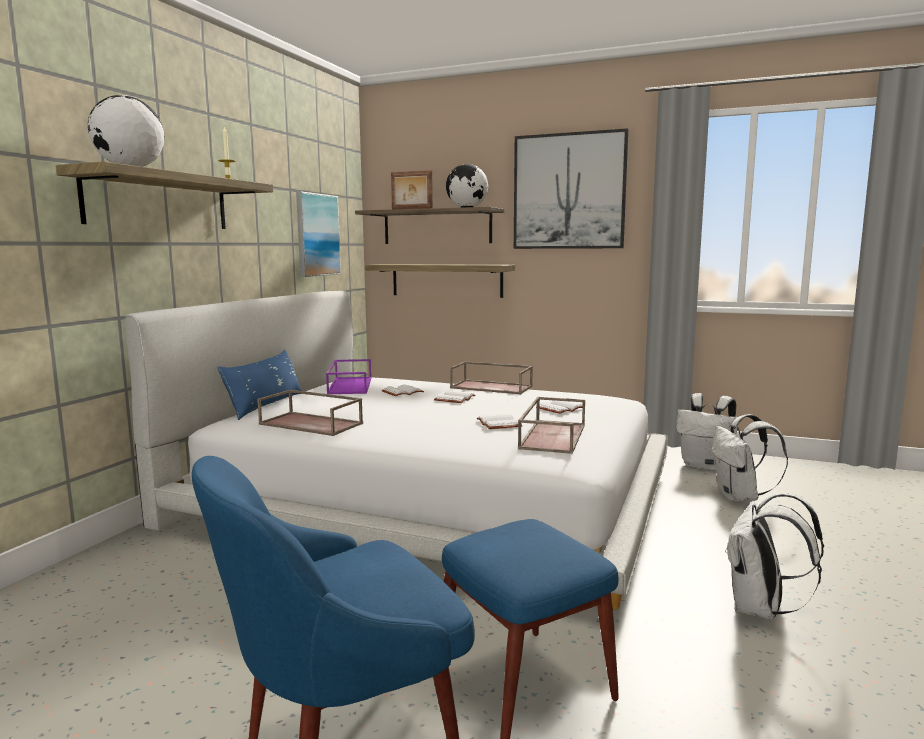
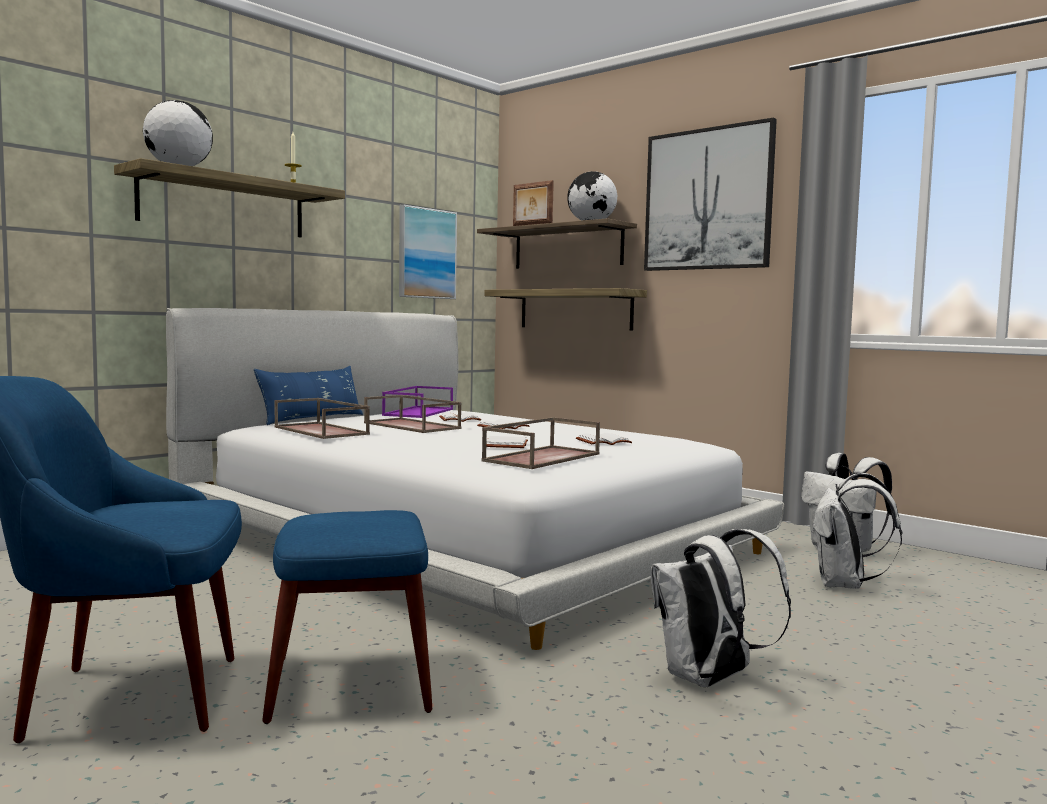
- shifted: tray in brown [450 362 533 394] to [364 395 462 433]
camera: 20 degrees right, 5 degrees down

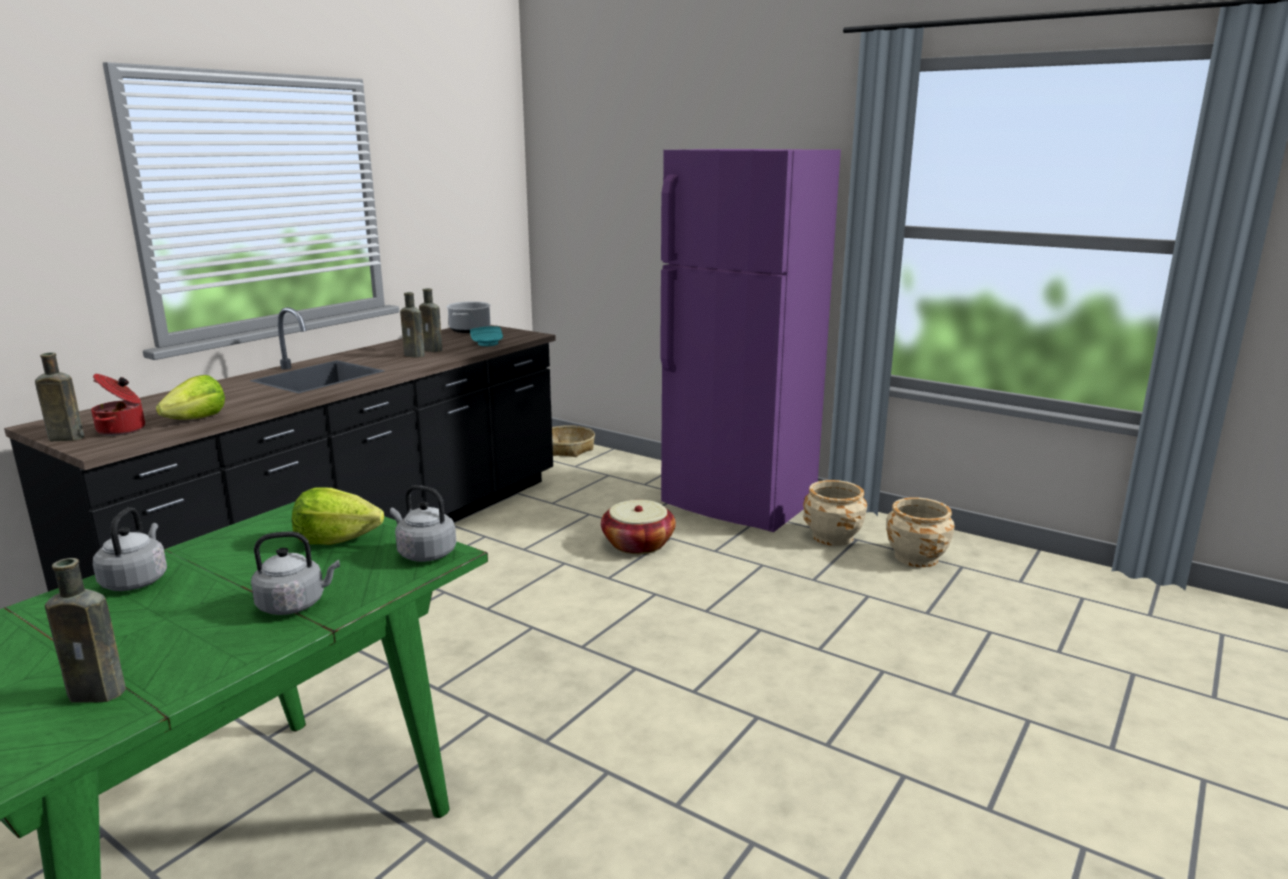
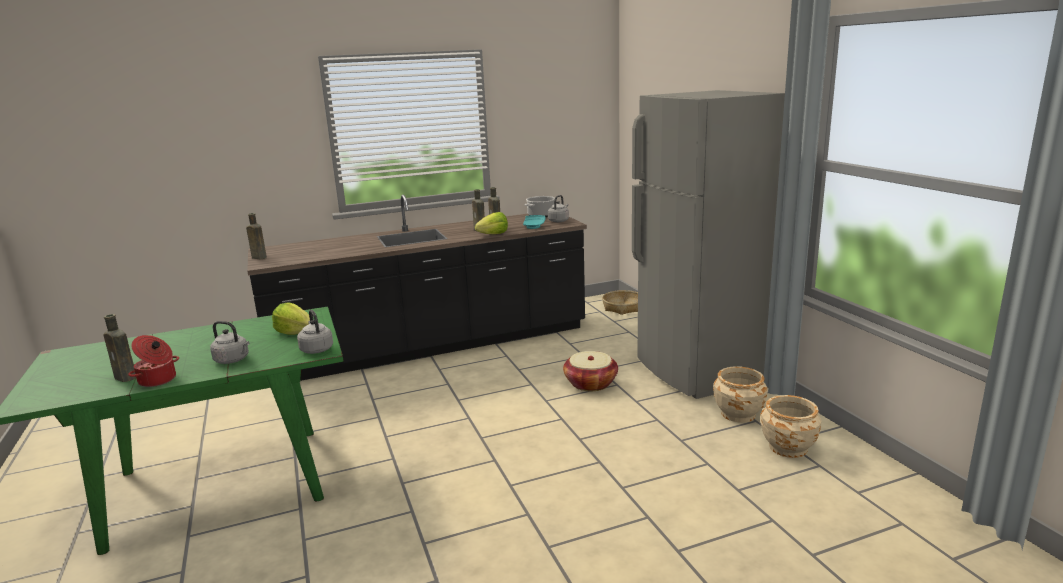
- repainted: fridge in purple [660 149 841 532] to fridge in grey [632 90 785 399]
- shifted: cooking pot [91 374 145 436] to [128 335 179 387]
- shifted: lettuce [156 375 225 420] to [475 212 508 234]
- shifted: kettle in grey [93 508 167 591] to [548 195 569 222]
camera: 35 degrees right, 0 degrees up

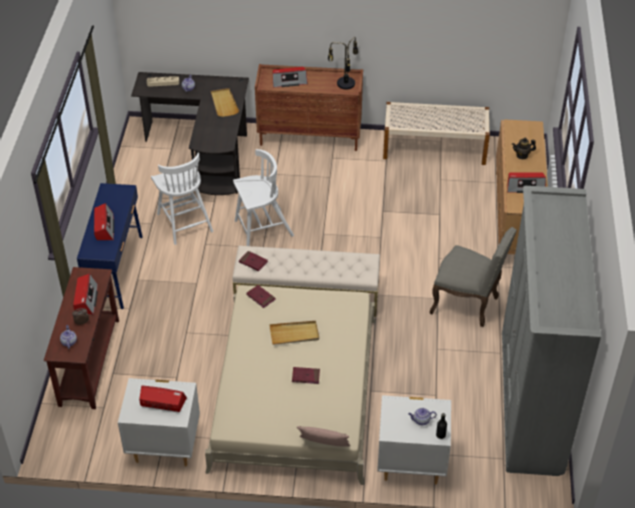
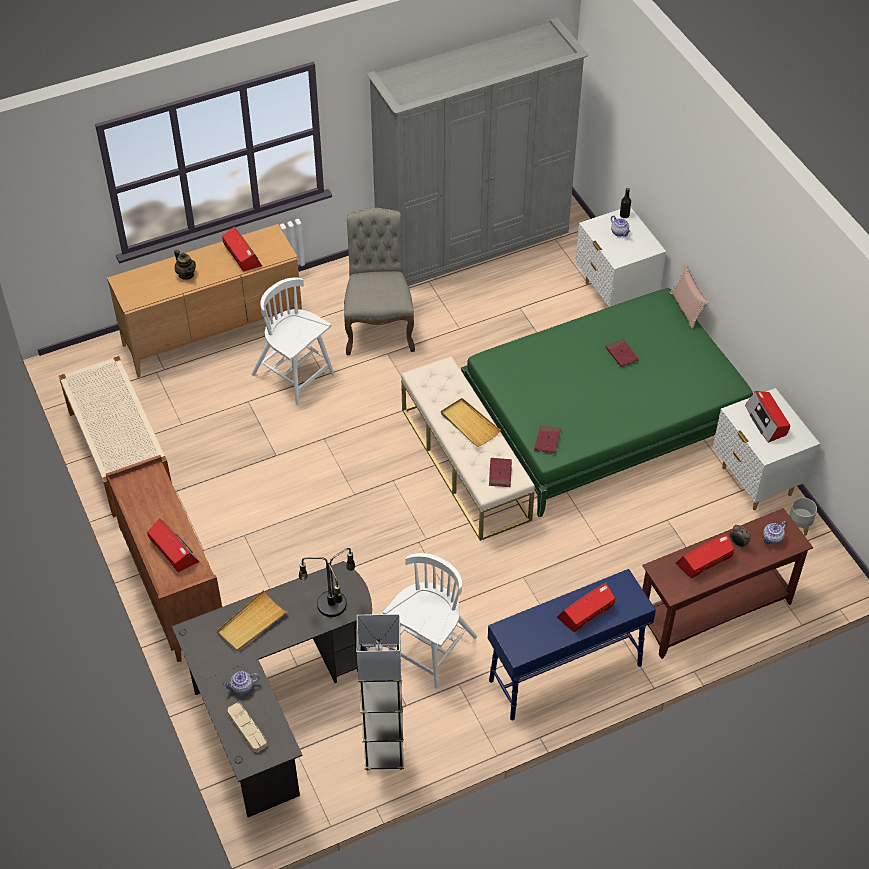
- shifted: table lamp [328 37 358 90] to [299 548 355 617]
- shifted: chair in white [233 149 294 246] to [251 277 335 406]
- repainted: bed in beige [205 285 375 485] to bed in green [461 288 753 517]
- shifted: tray in beige [269 321 319 345] to [441 398 501 447]
- new: planter in grey [789 497 817 536]
- new: floor lamp in grey [356 614 404 771]
camera: 120 degrees left, 5 degrees up

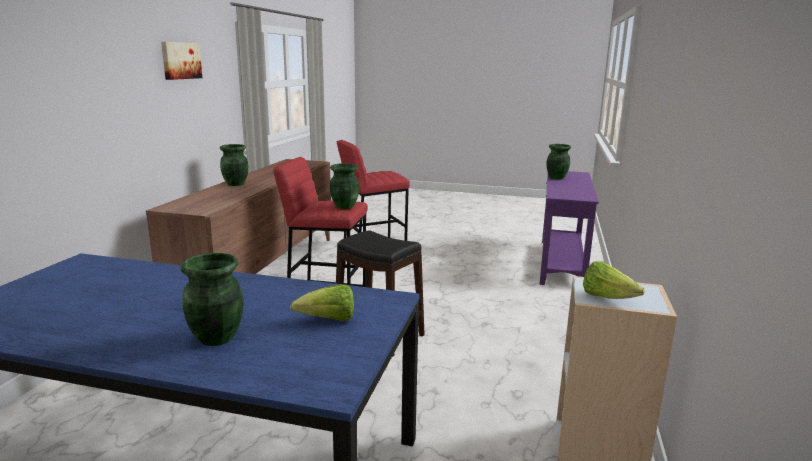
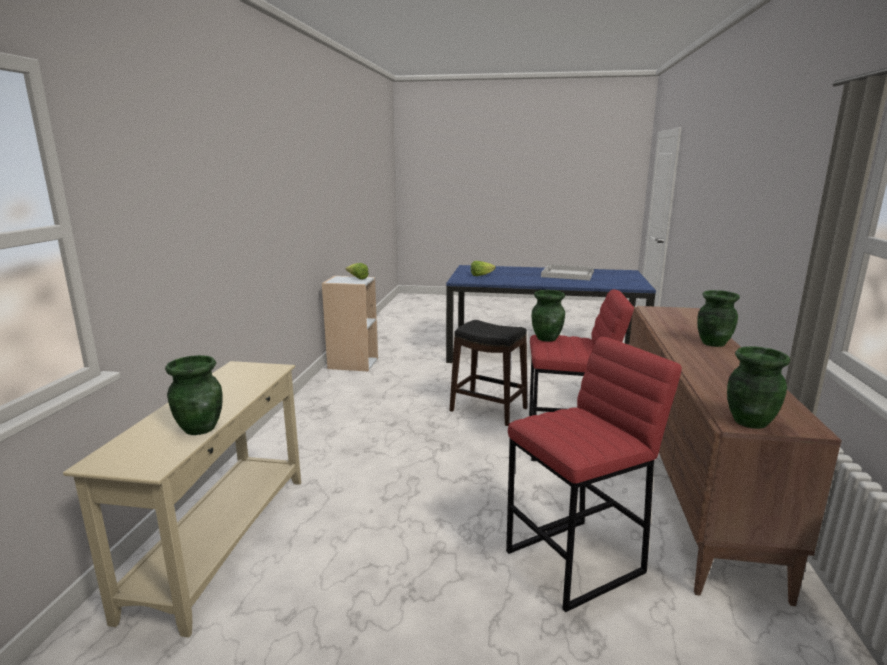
- gone: picture [161 42 202 80]
- repainted: console table in purple [540 171 599 285] to console table in beige [63 361 301 638]
- shifted: vase in green [181 253 244 346] to [727 346 790 429]
- new: tray in white [541 264 594 280]
camera: 175 degrees right, 0 degrees up

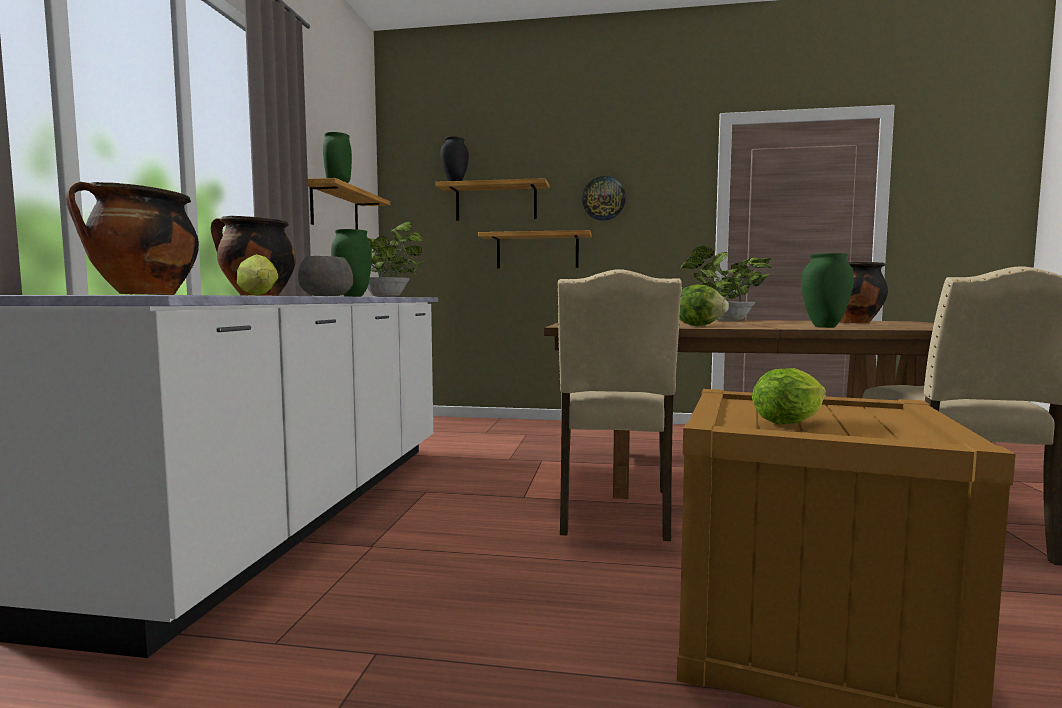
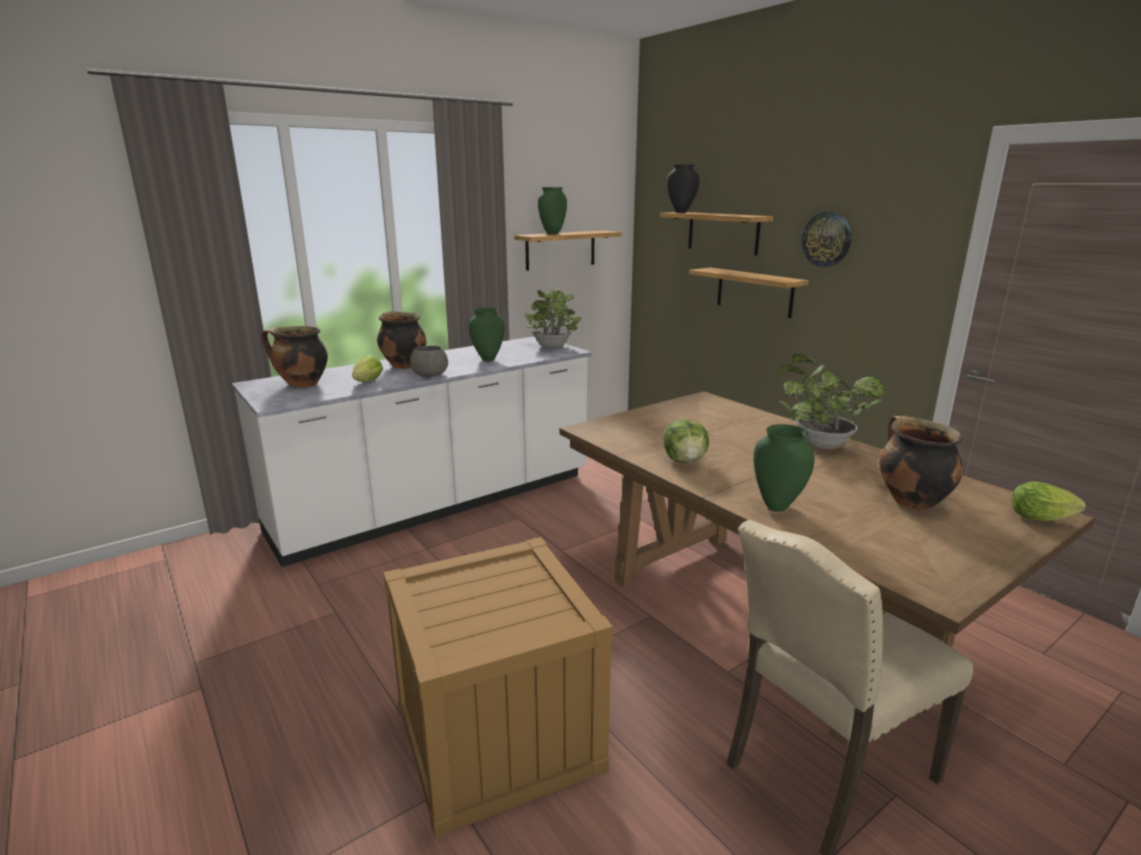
- gone: chair in beige [557 269 682 541]
- shifted: lettuce [752 368 826 424] to [1011 482 1086 521]
camera: 45 degrees right, 15 degrees up

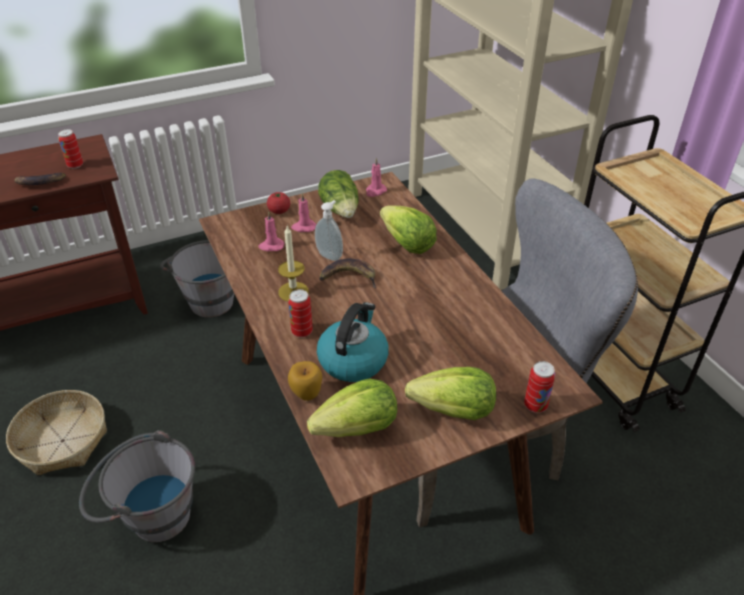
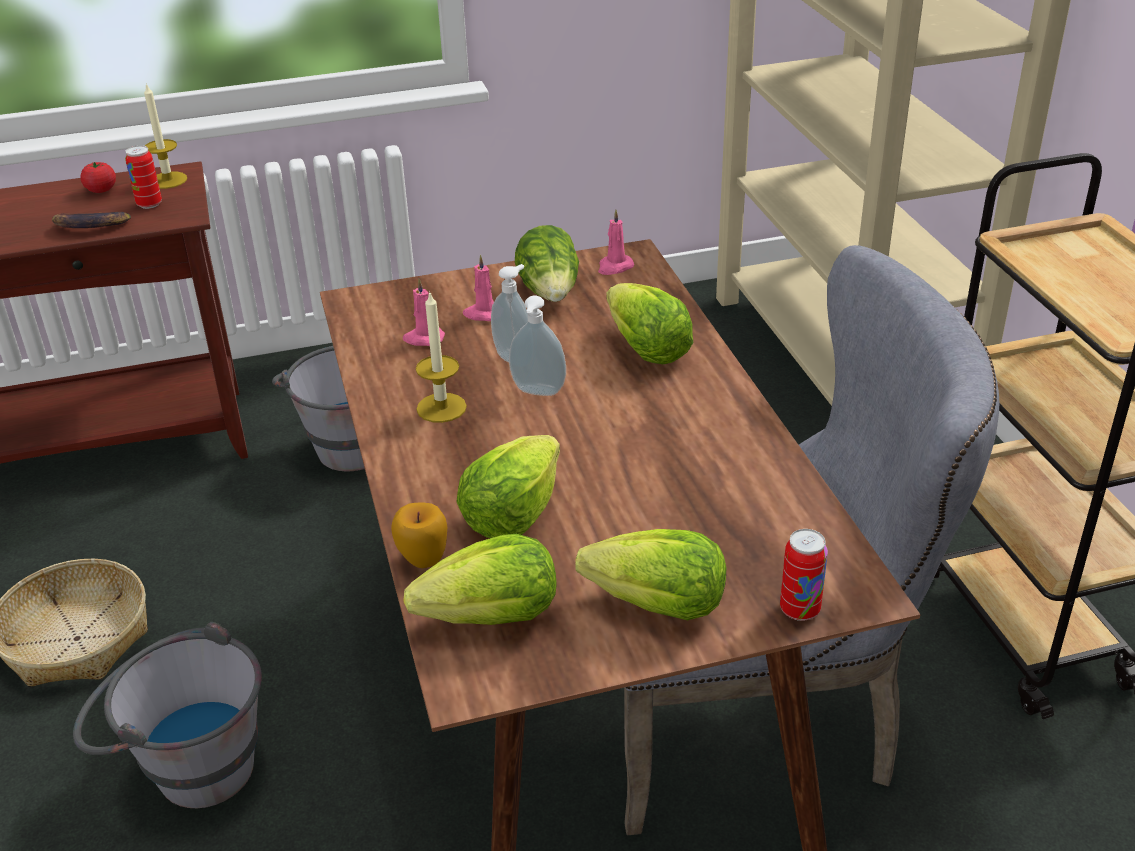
- shifted: tomato [267 192 290 214] to [80 162 116 193]
- swapped: banana [319 259 376 288] to soap dispenser [509 296 566 396]
- gone: can [288 289 313 338]
- swapped: kettle [317 302 389 382] to lettuce [457 435 560 538]
- new: candle [144 83 187 189]
camera: 10 degrees right, 5 degrees down

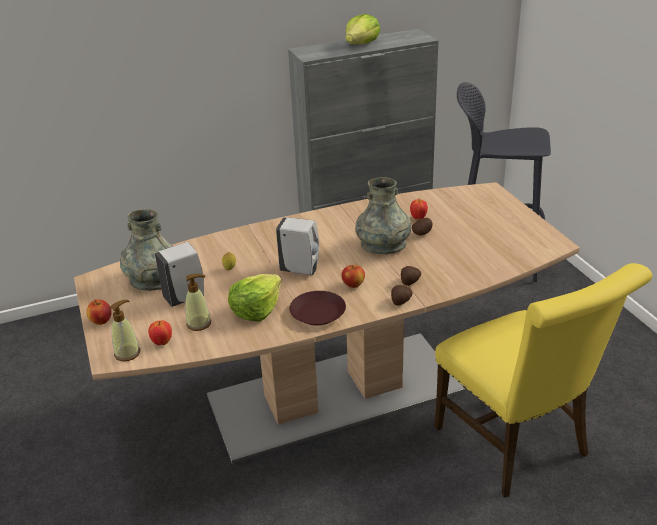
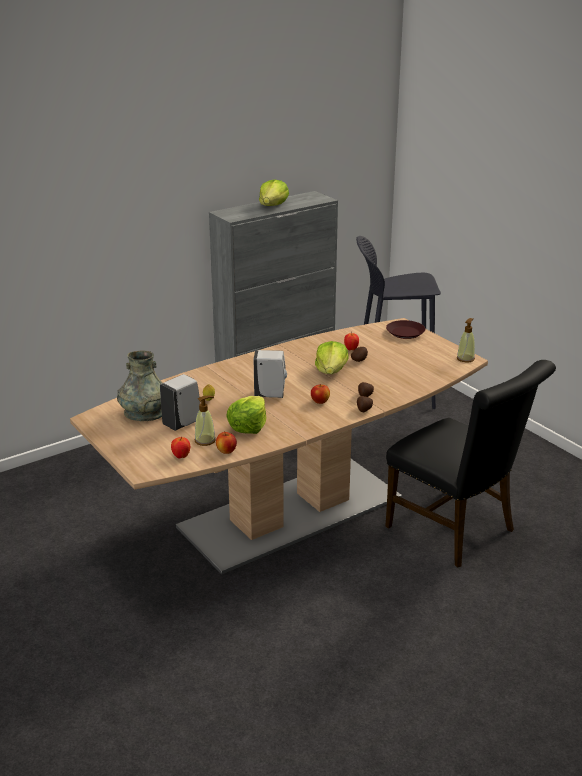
- swapped: vase in grey [355 177 411 254] to lettuce [315 341 349 374]
- repainted: chair in yellow [435 263 652 498] to chair in black [385 360 556 568]
- shifted: plate in brown [289 291 346 325] to [386 320 425 339]
- shifted: apple [86 300 112 325] to [216 431 237 454]
- shifted: soap dispenser [110 300 140 361] to [457 318 475 362]
camera: 15 degrees left, 5 degrees down

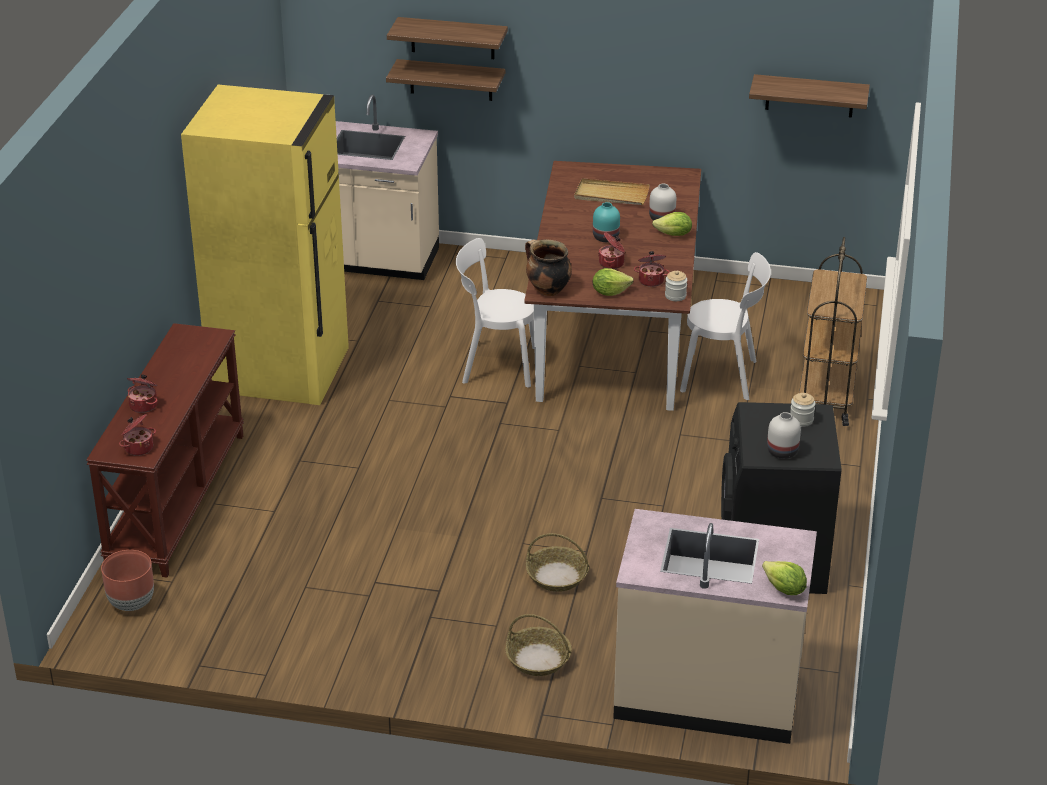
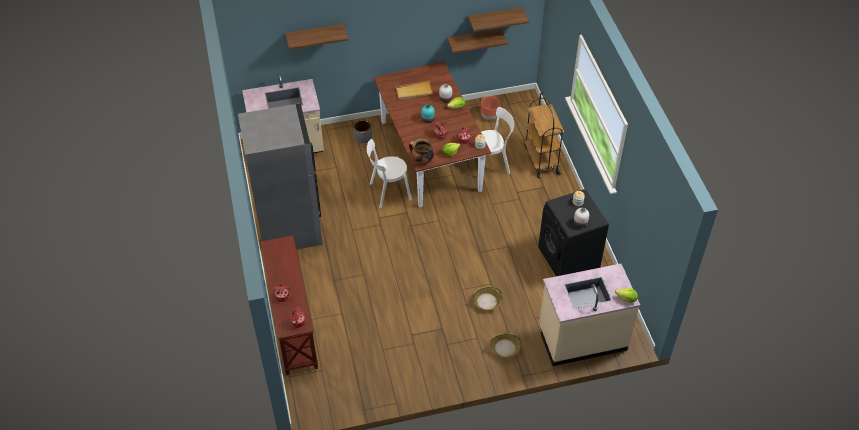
- shifted: shelf [386 59 505 101] to [447 29 508 54]
- repainted: fridge in yellow [181 85 349 405] to fridge in grey [238 103 323 250]
- shifted: planter in brown [101 550 154 611] to [481 96 500 120]
- new: planter in grey [353 119 372 143]
camera: 25 degrees left, 15 degrees up

